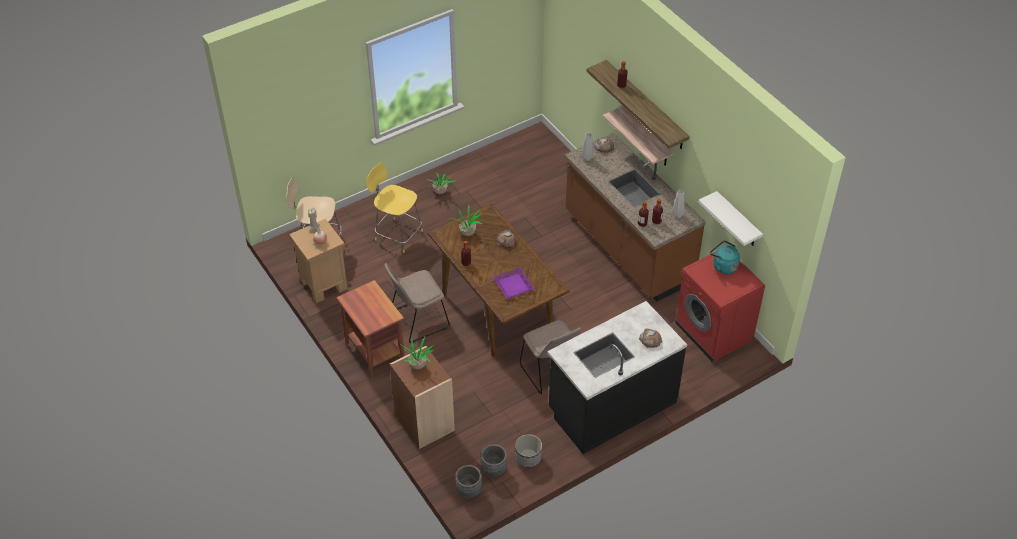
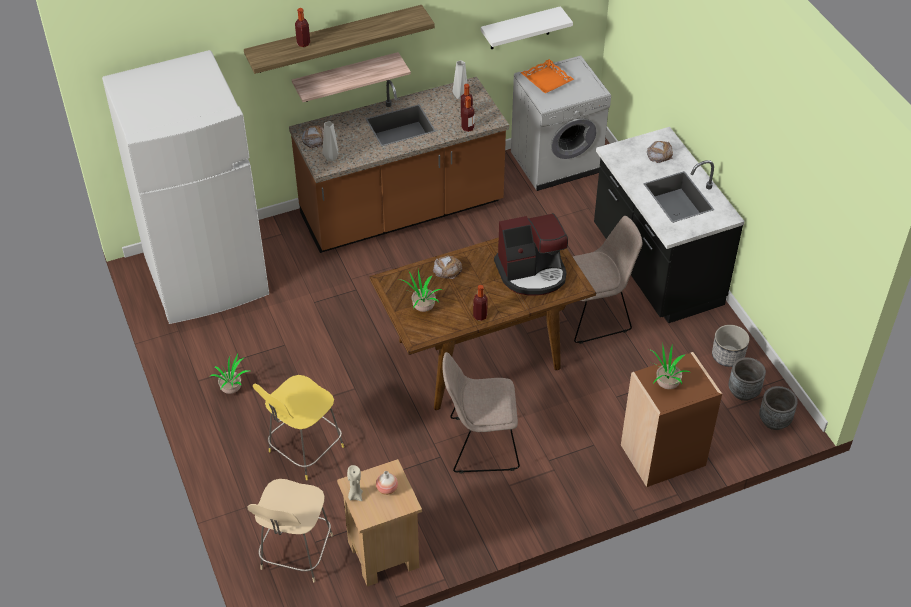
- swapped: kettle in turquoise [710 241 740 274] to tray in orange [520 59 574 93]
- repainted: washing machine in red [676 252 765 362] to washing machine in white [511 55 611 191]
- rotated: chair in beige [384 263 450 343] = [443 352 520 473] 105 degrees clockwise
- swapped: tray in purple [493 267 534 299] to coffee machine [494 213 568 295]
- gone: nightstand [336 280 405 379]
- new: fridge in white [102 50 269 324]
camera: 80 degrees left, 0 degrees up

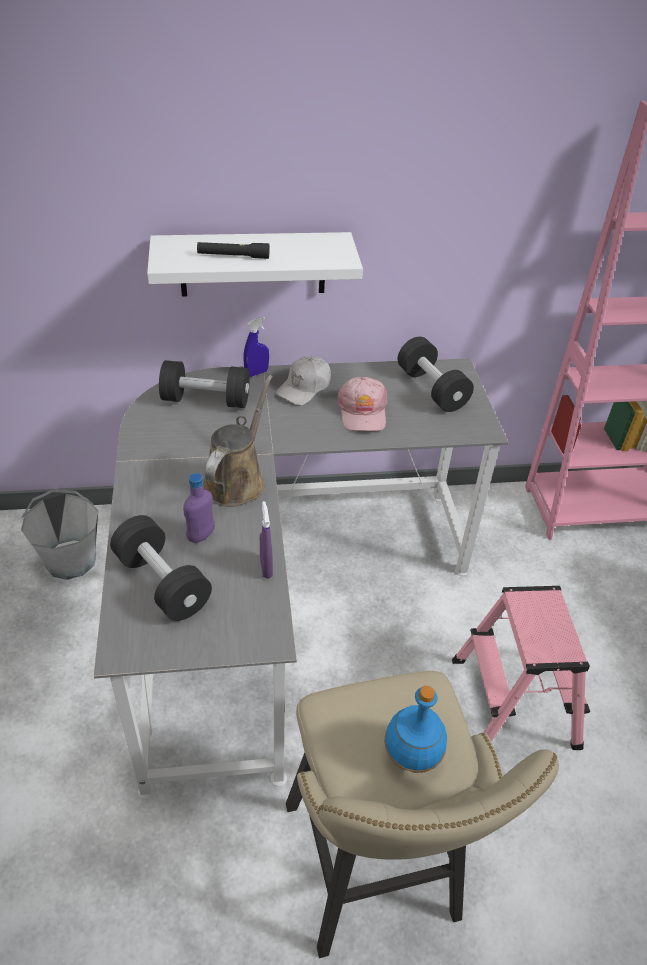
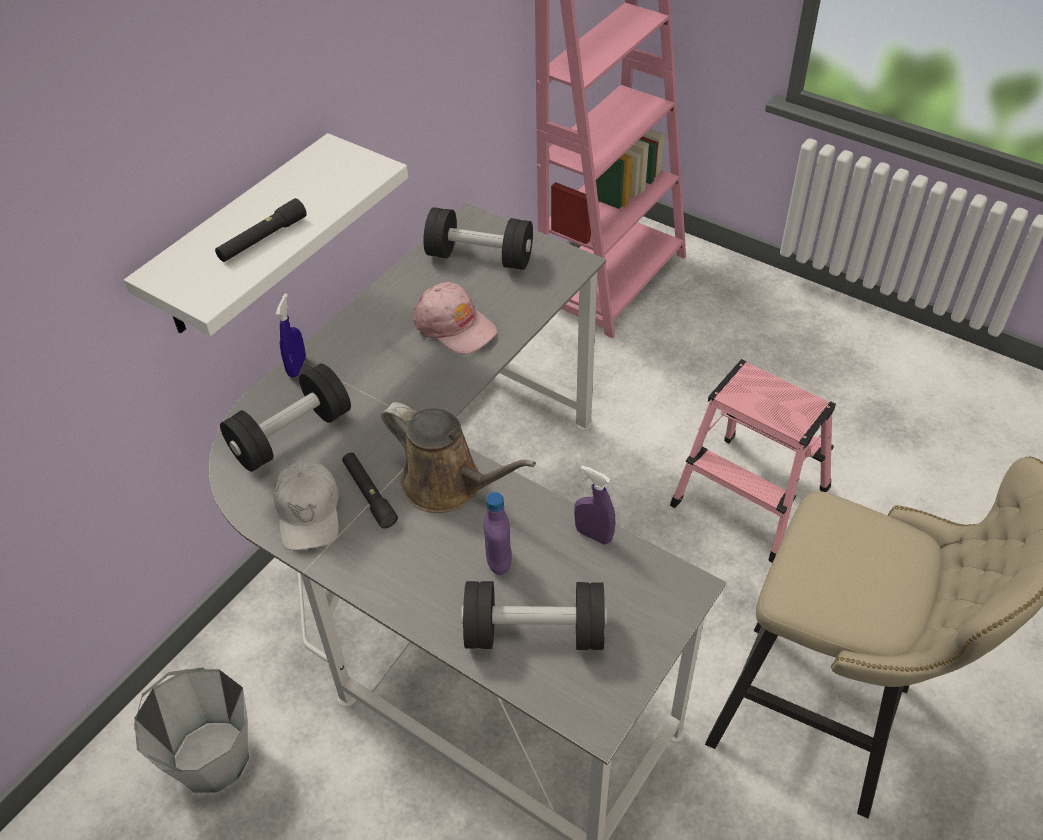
- shifted: cap in white [276 356 331 406] to [273 461 339 551]
- rotated: watering can in brown [203 375 273 507] = [381 402 536 513] 150 degrees clockwise
- gone: bottle in blue [384 686 447 773]
- new: flashlight in black [342 453 398 528]
camera: 45 degrees left, 5 degrees up

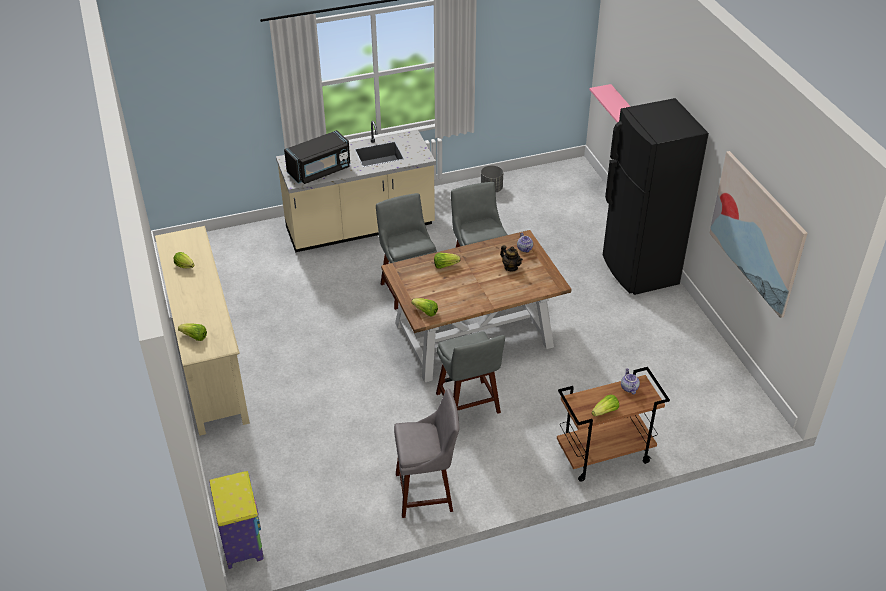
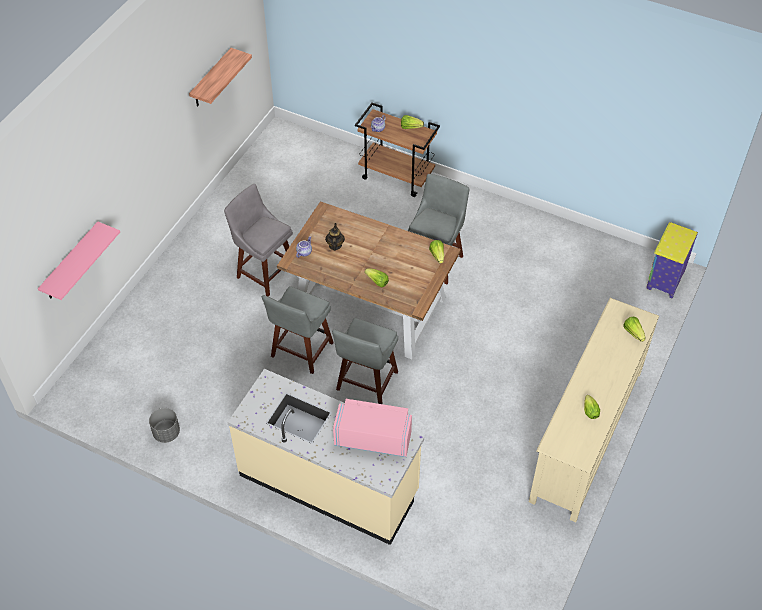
- gone: fridge in black [603 98 709 295]
- repainted: microwave in black [284 130 350 184] to microwave in pink [333 399 412 457]
- swapped: picture [709 151 808 318] to shelf [189 48 252 107]
- shifted: chair in grey [394 388 459 518] to [224 184 293 296]
camera: 135 degrees left, 10 degrees up

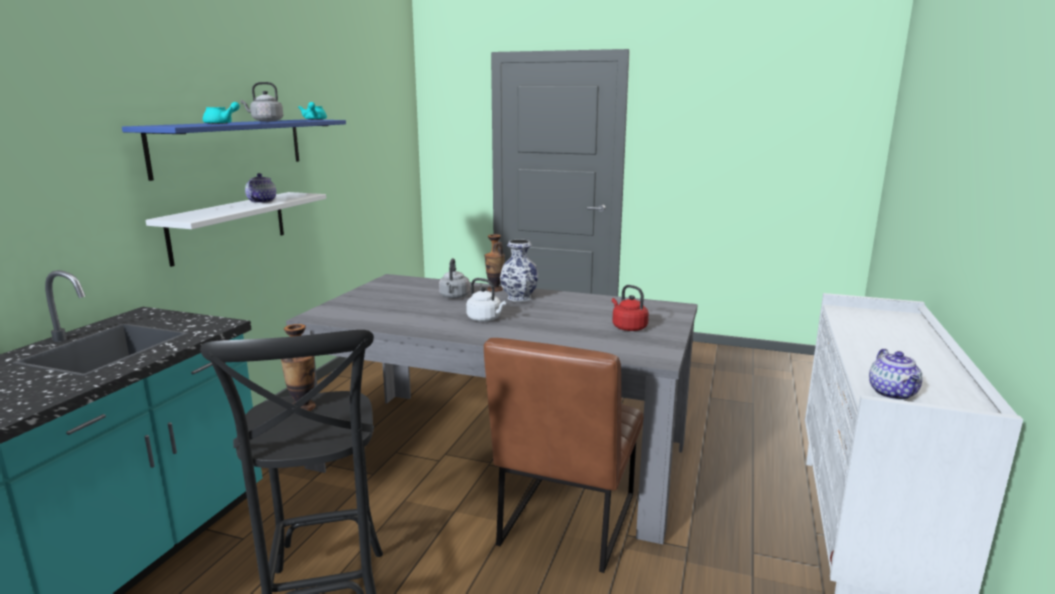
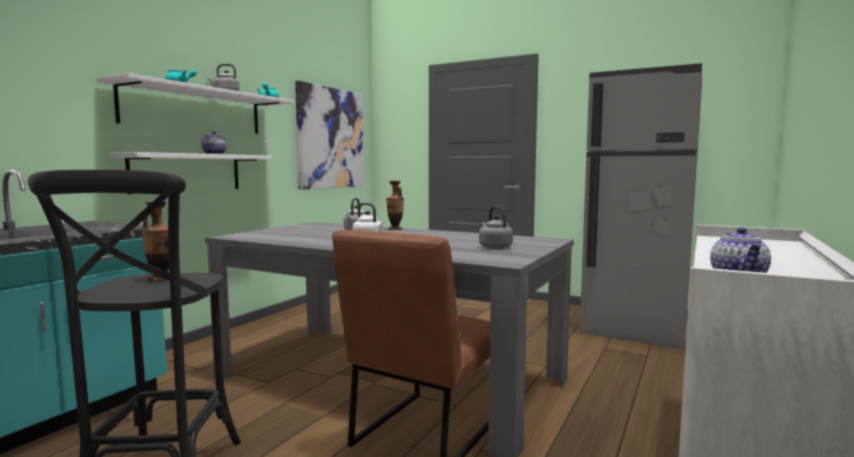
- repainted: shelf in blue [122 119 346 181] to shelf in white [96 73 294 134]
- gone: vase [500 239 539 302]
- repainted: kettle in red [612 285 649 331] to kettle in grey [479 206 513 249]
- new: fridge in grey [580 63 702 349]
- new: picture [295 81 364 190]
camera: 10 degrees right, 10 degrees down

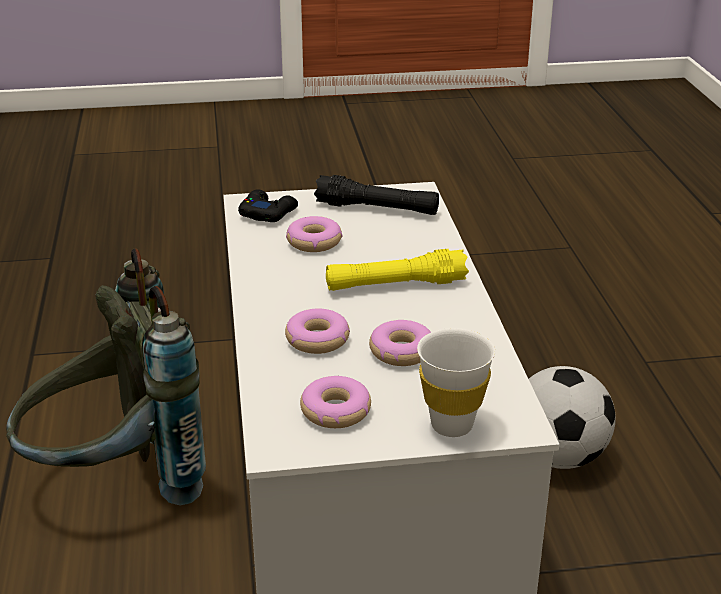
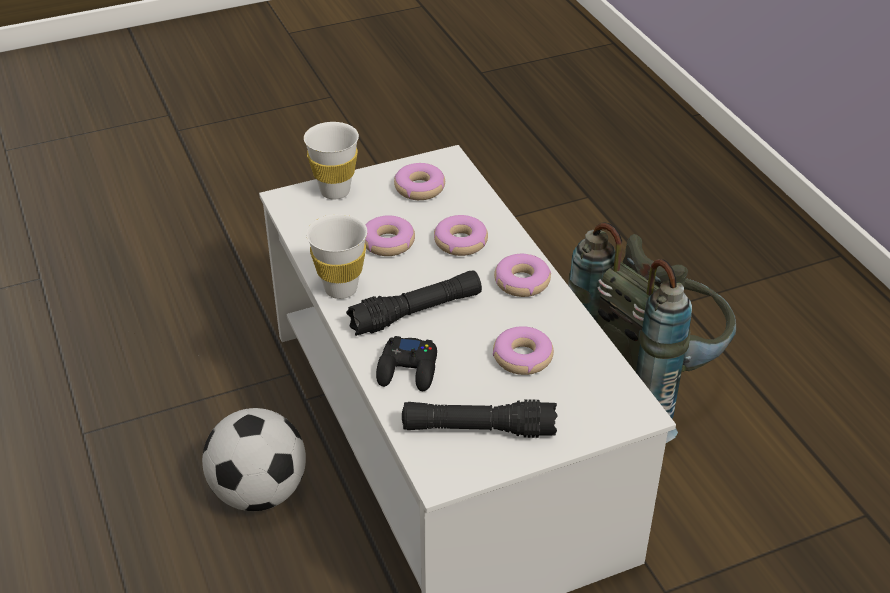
- shifted: game controller in black [238 189 298 222] to [376 336 437 391]
- repainted: flashlight in yellow [326 249 469 291] to flashlight in black [346 270 482 336]
- new: cup in white [306 214 367 299]
- new: donut [494 254 551 297]
camera: 165 degrees right, 10 degrees up

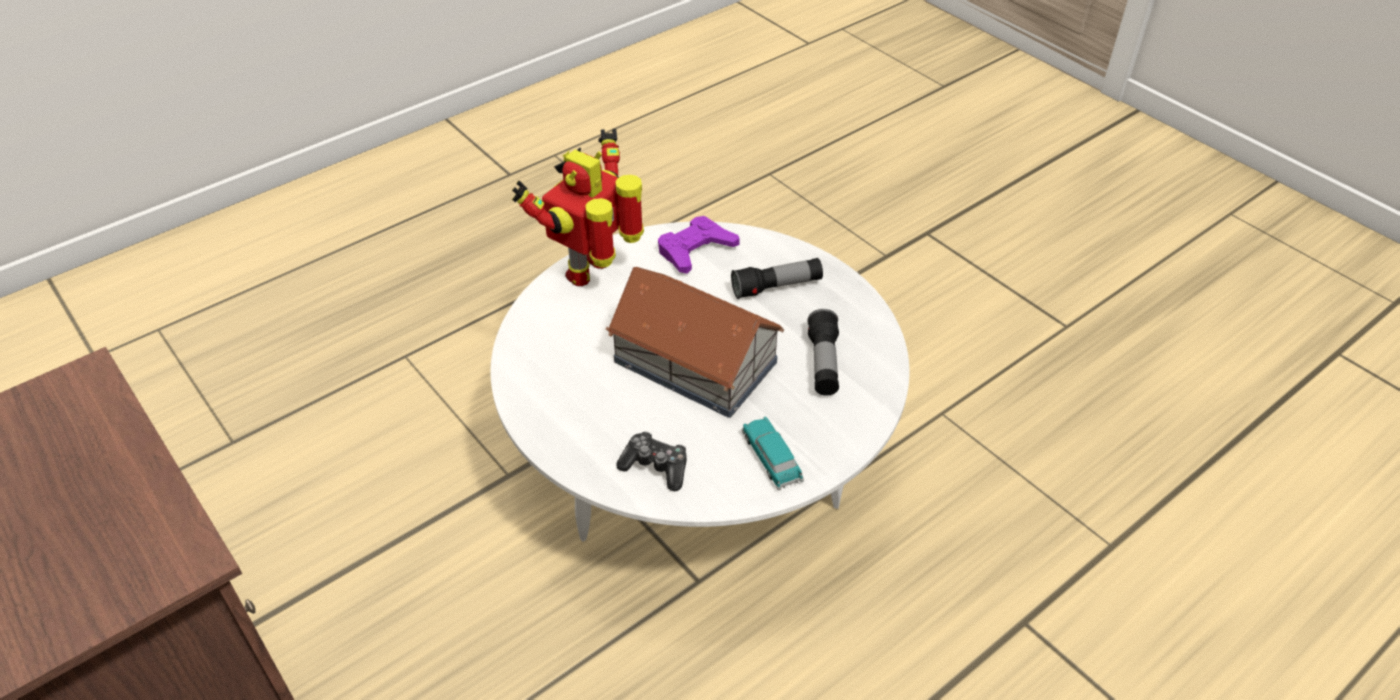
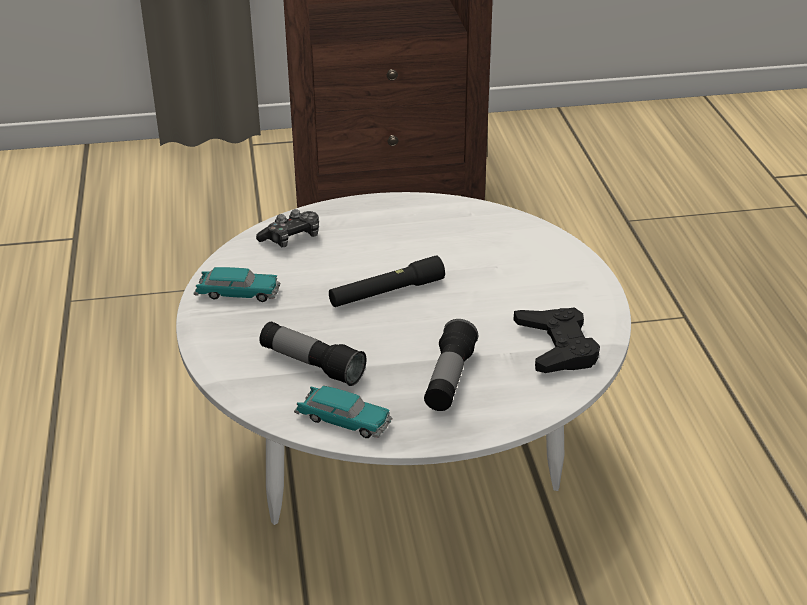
- gone: toy robot [512 129 644 286]
- repainted: game controller in purple [658 216 740 274] to game controller in black [514 307 600 373]
- swapped: toy house [605 267 784 418] to flashlight in black [329 255 445 307]
- new: toy car [294 386 393 438]
camera: 120 degrees right, 10 degrees down

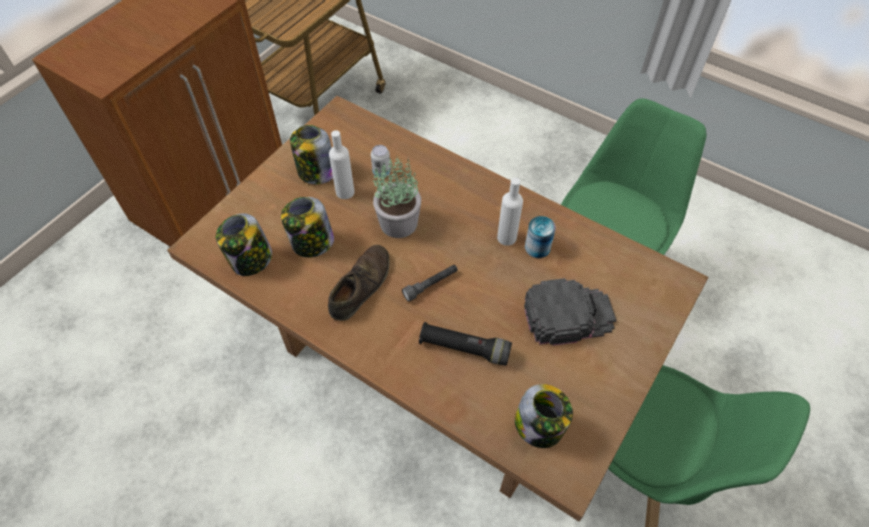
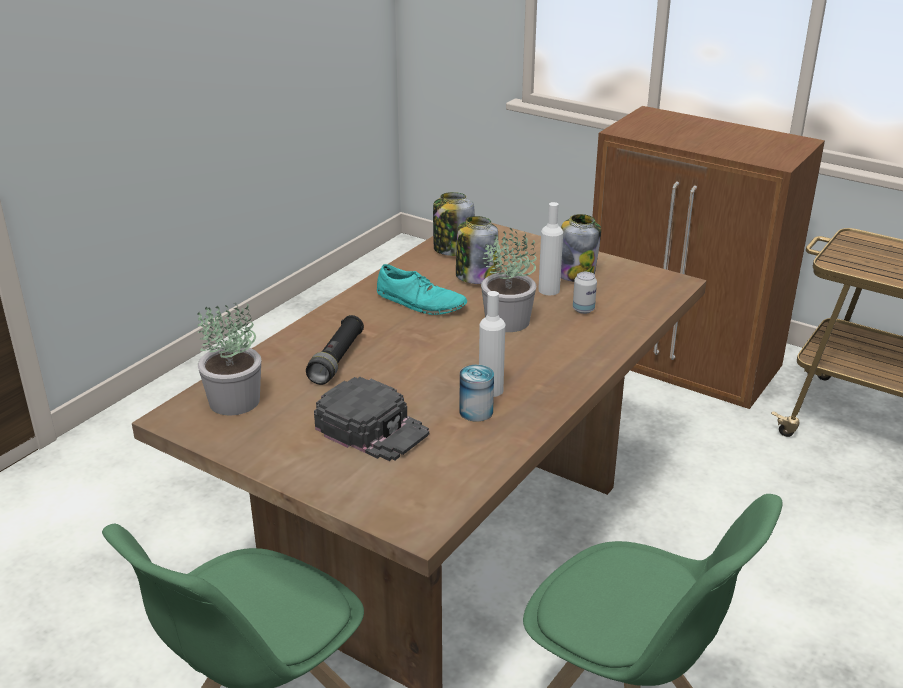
- repainted: shoe in brown [328 245 390 321] to shoe in turquoise [377 264 467 315]
- gone: flashlight in grey [402 265 458 302]
- rotated: cap in black [524 278 616 346] = [314 377 429 461] 45 degrees counterclockwise
- swapped: jar [515 384 573 448] to potted plant [197 303 261 415]
camera: 90 degrees right, 25 degrees down

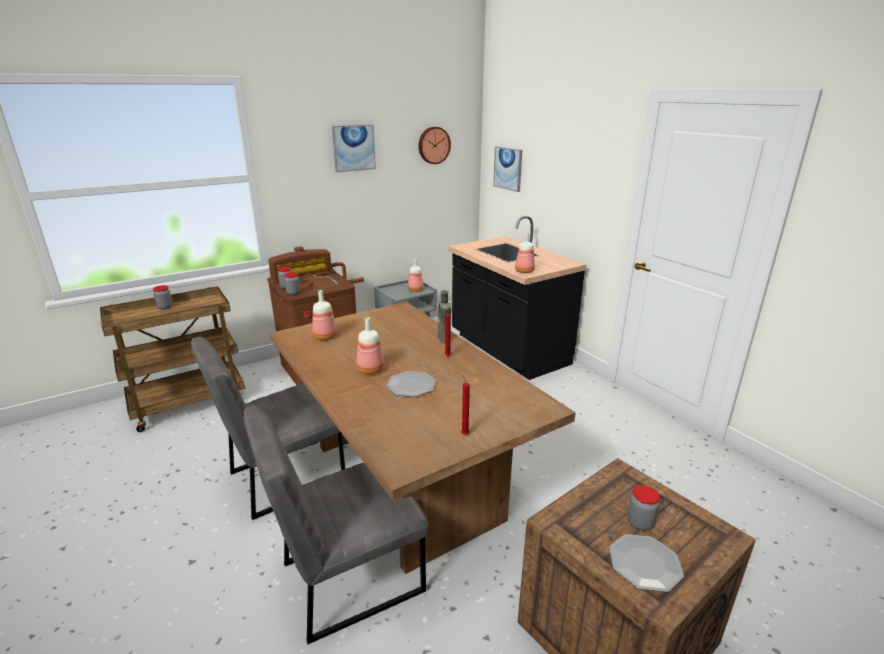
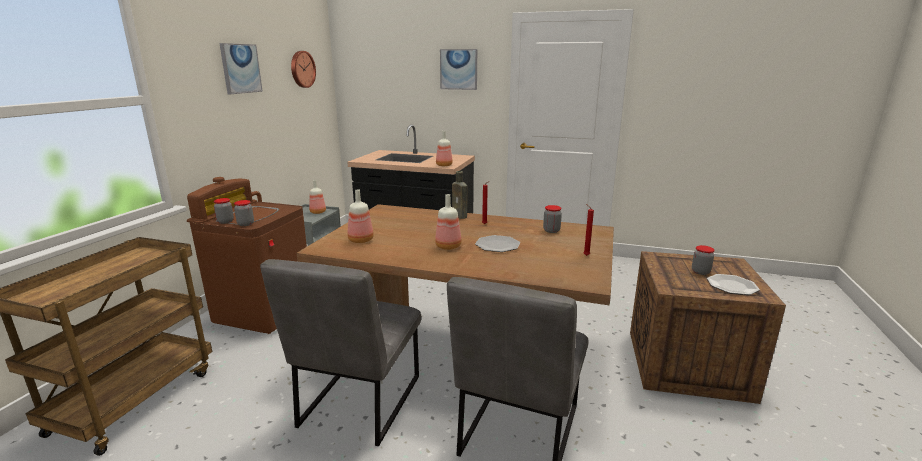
- shifted: picture [493 146 522 192] to [440 49 477 90]
- shifted: jar [153 285 173 310] to [543 205 562 233]
camera: 40 degrees left, 5 degrees down

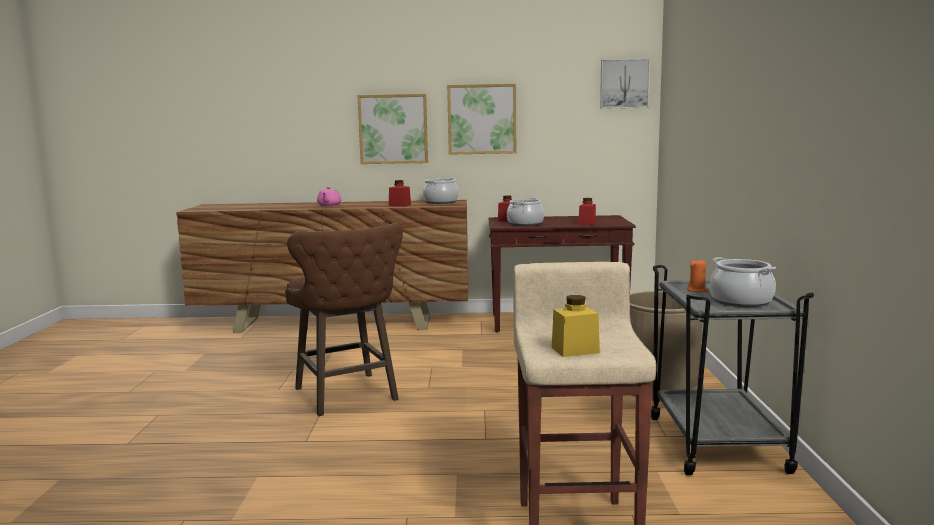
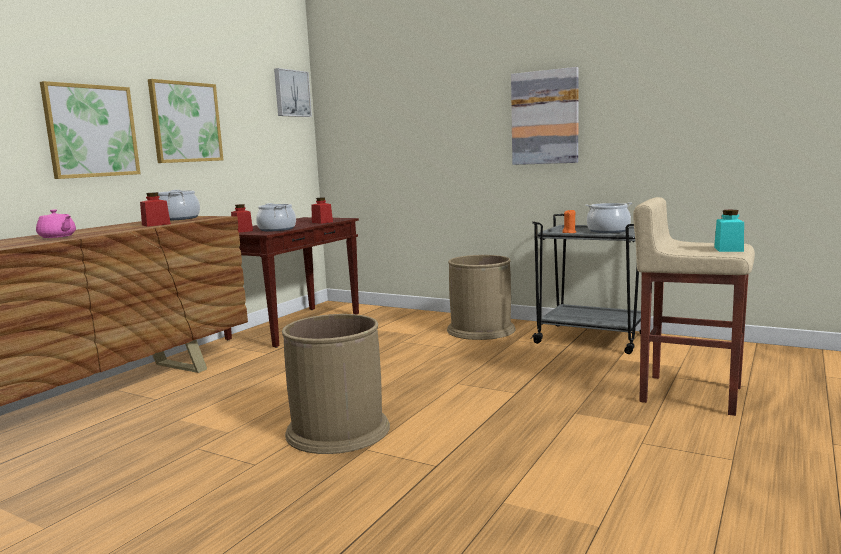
- swapped: stool in brown [285 223 403 416] to trash can in brown [282 314 390 454]
- repainted: jar in yellow [552 295 600 357] to jar in turquoise [714 210 744 252]
- new: picture [511 67 579 165]
camera: 60 degrees left, 0 degrees up

